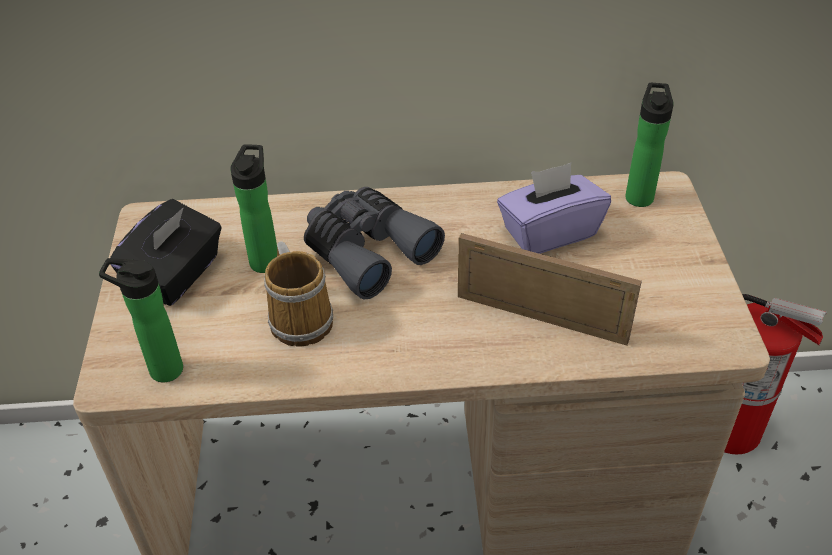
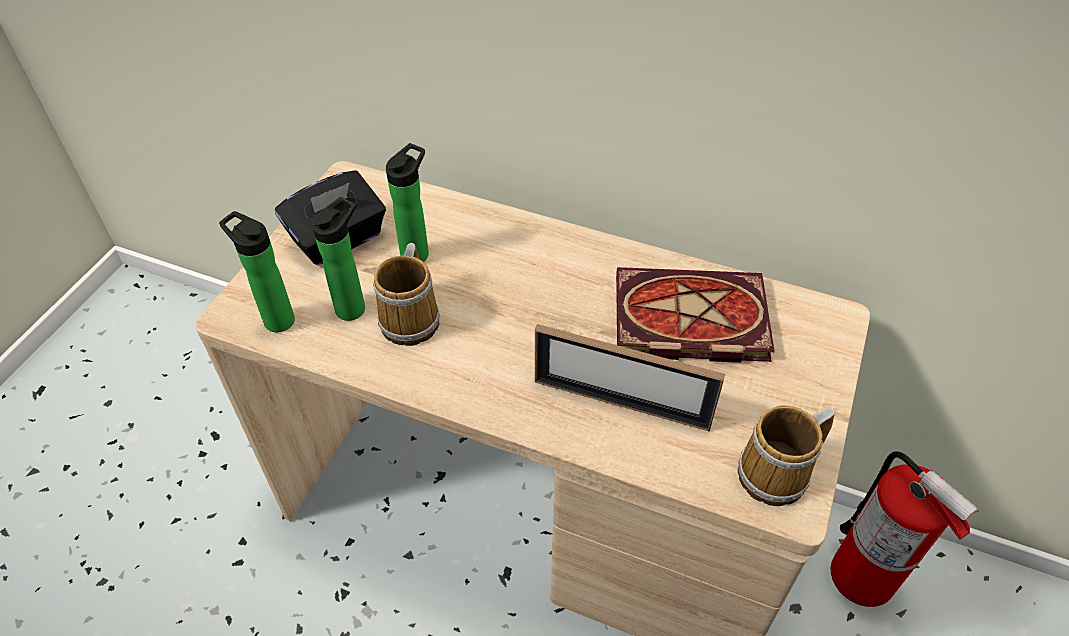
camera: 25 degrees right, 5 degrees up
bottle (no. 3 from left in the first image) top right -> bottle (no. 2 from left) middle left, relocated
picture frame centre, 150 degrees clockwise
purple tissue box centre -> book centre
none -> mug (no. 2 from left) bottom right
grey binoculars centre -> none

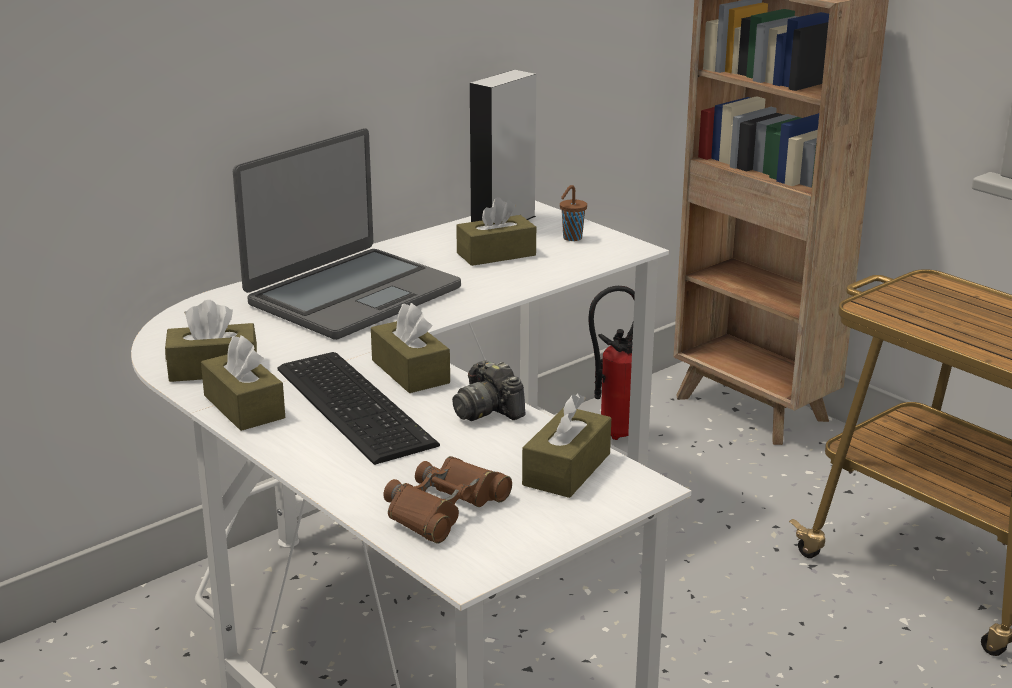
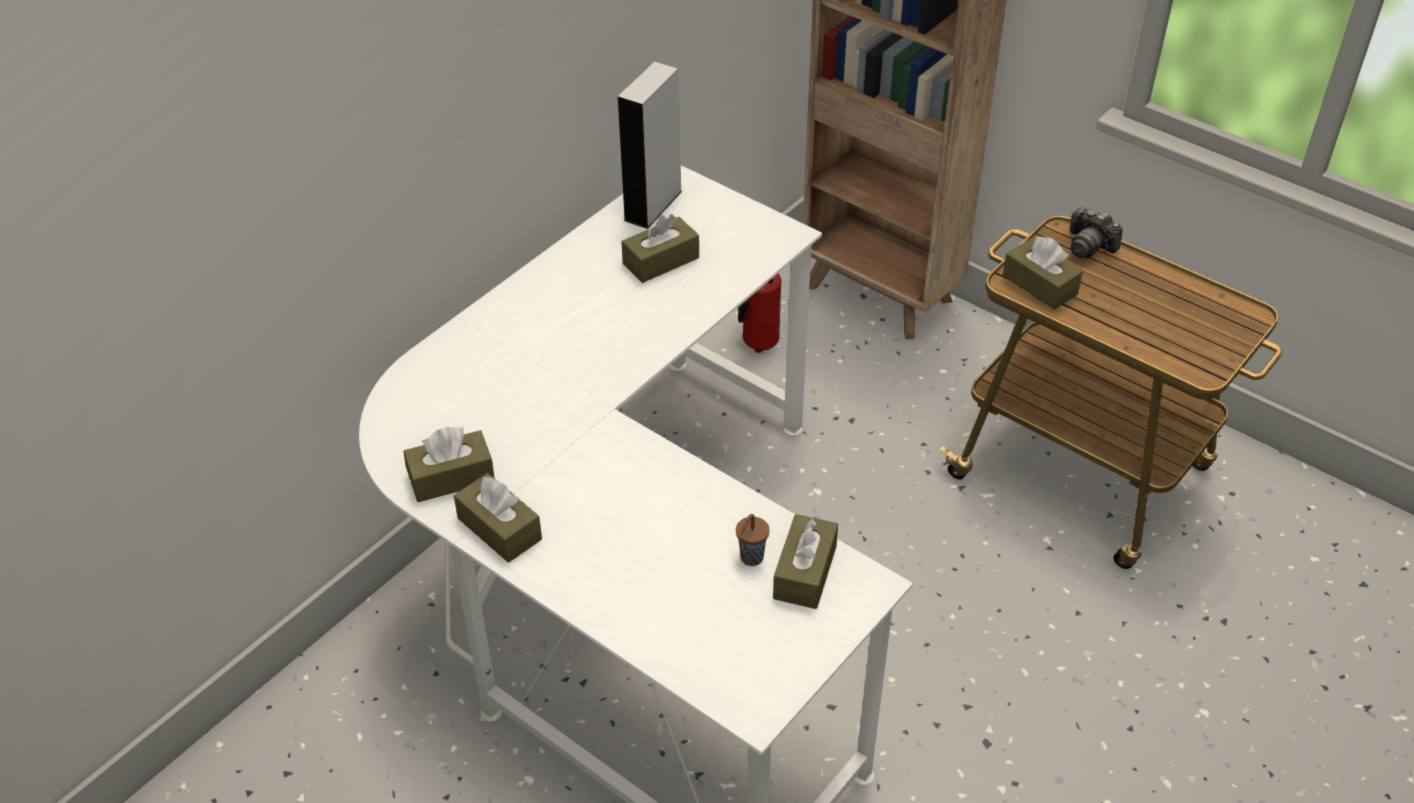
camera: 10 degrees left, 20 degrees up
brown cup top centre -> brown cup bottom centre, relocated
brown tissue box (no. 3 from left in the first image) centre -> brown tissue box (no. 5 from left) middle right, relocated
photo camera centre -> photo camera top right, relocated
laptop centre -> none
keyboard centre -> none
brown binoculars bottom centre -> none

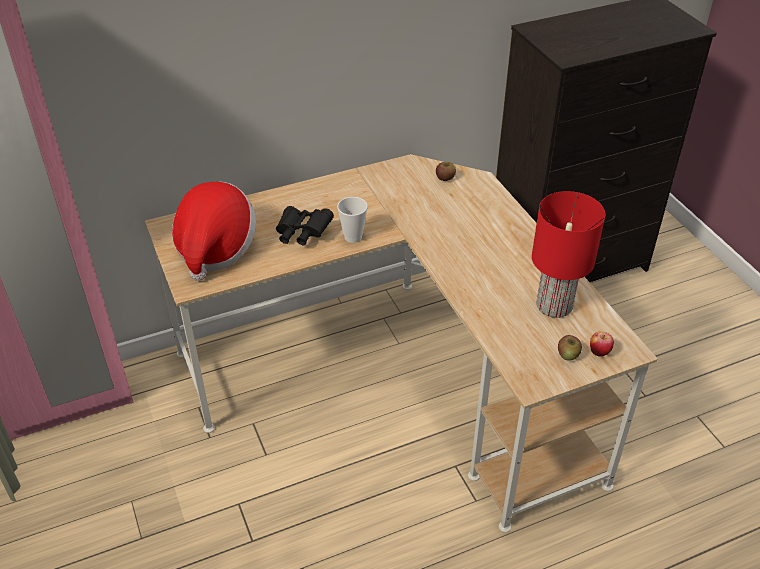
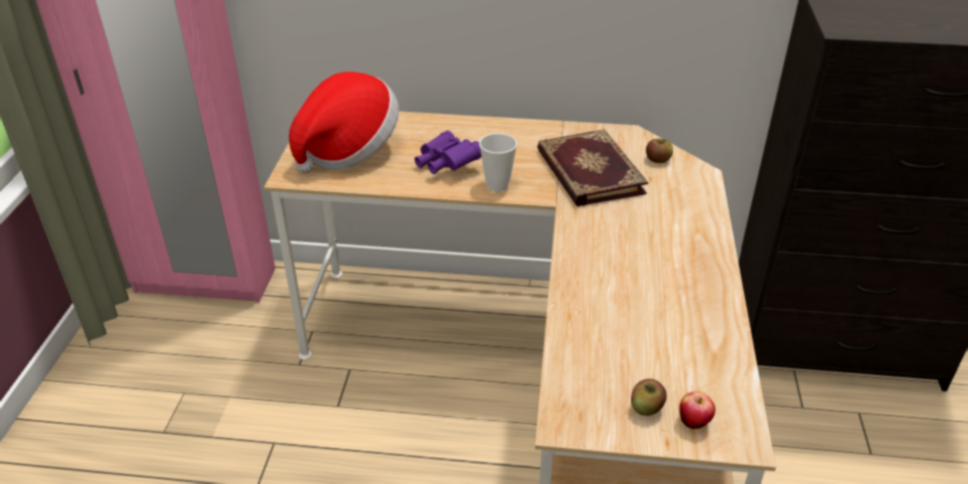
camera: 30 degrees right, 5 degrees down
black binoculars centre -> purple binoculars top centre
none -> book centre
red table lamp middle right -> none

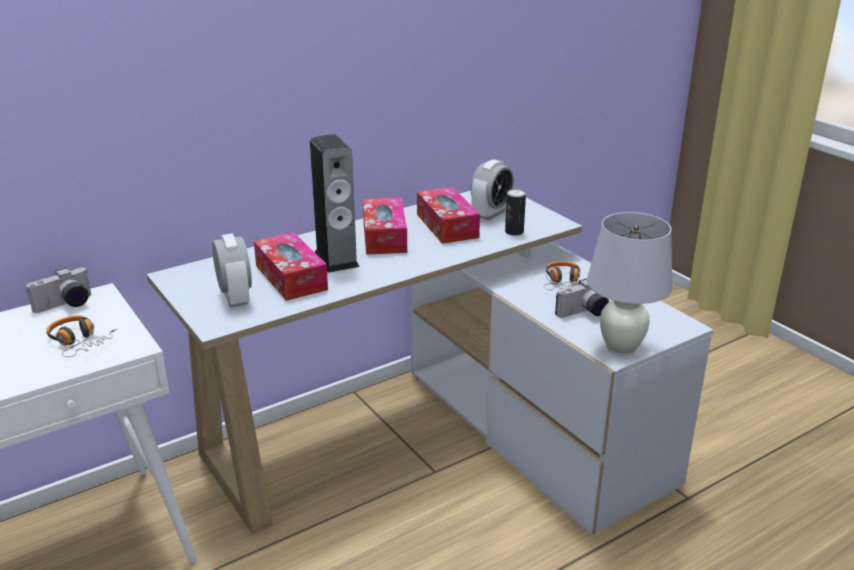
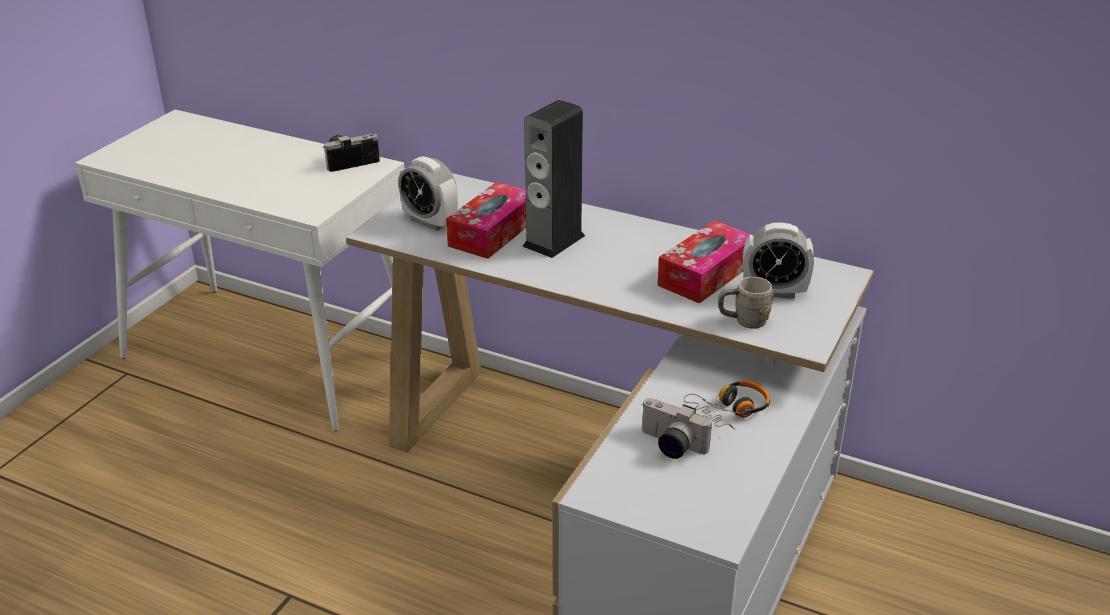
camera: 60 degrees right, 5 degrees up
photo camera (no. 1 from left) middle left -> photo camera (no. 1 from left) top left, 135 degrees clockwise
alarm clock (no. 1 from left) middle left -> alarm clock (no. 1 from left) top centre, 90 degrees clockwise
can centre -> grey mug middle right
headphones (no. 1 from left) middle left -> none
tissue box (no. 2 from left) centre -> none
white table lamp middle right -> none

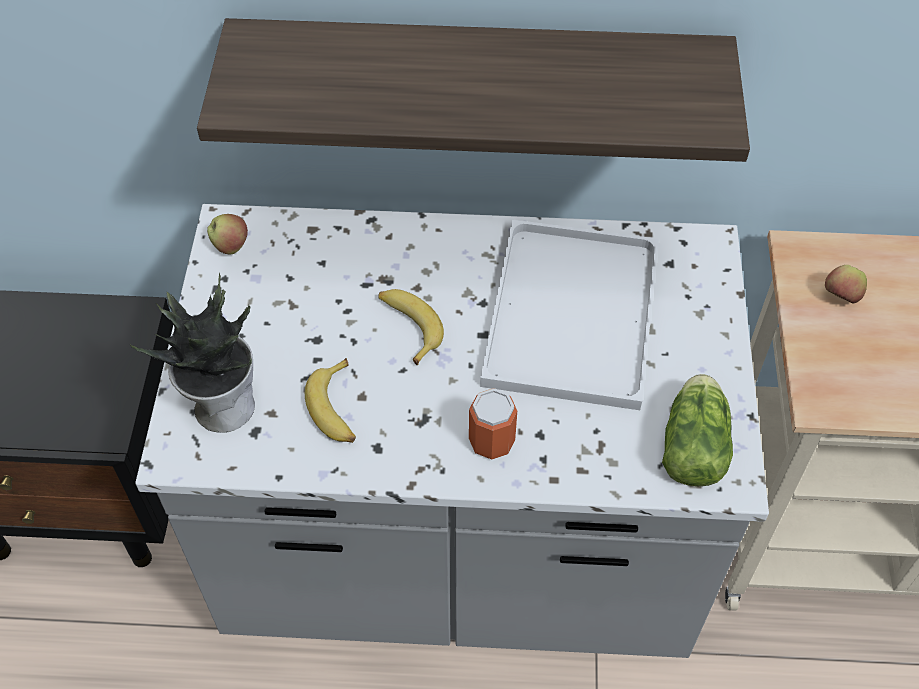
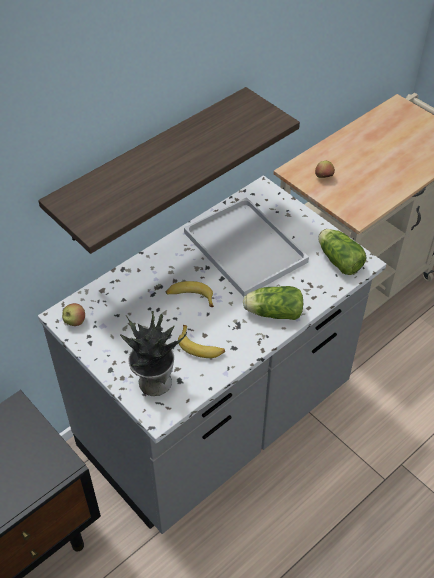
camera: 45 degrees left, 5 degrees down
can centre -> lettuce (no. 1 from left) centre

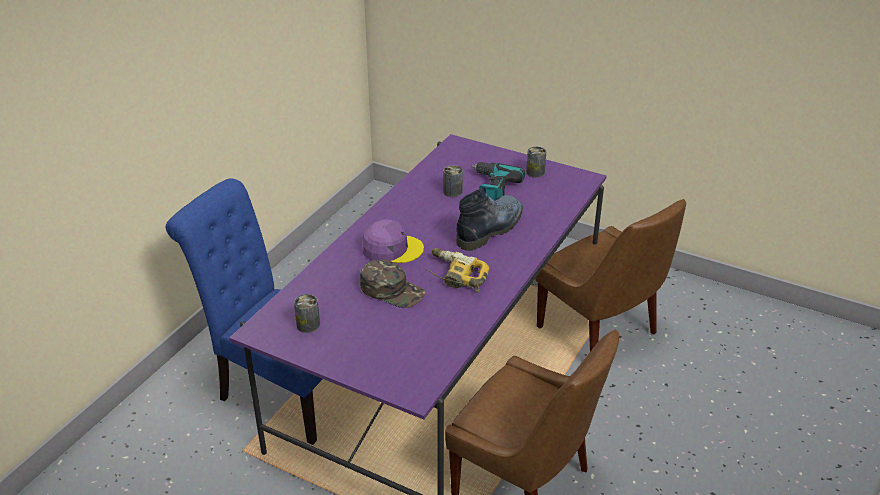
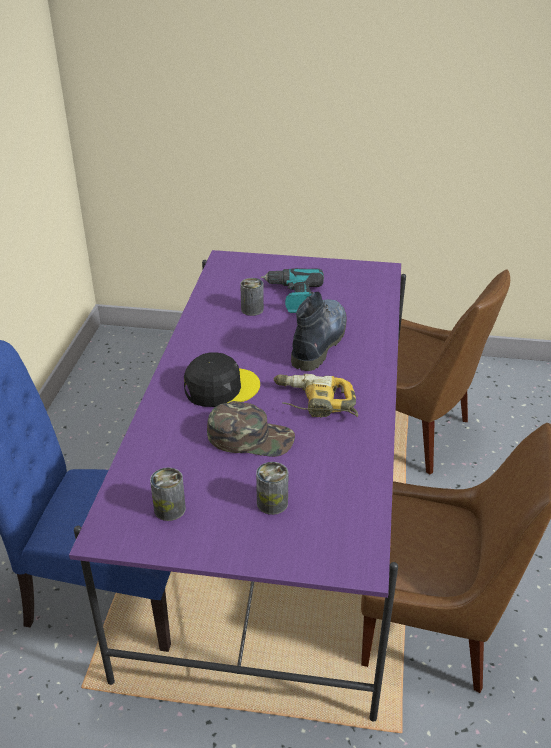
camera: 20 degrees left, 0 degrees up
purple cap centre -> black cap centre
can (no. 3 from left) top centre -> can (no. 3 from left) centre, relocated

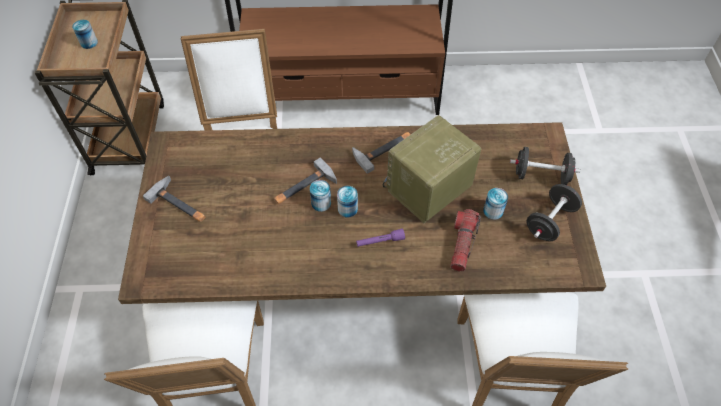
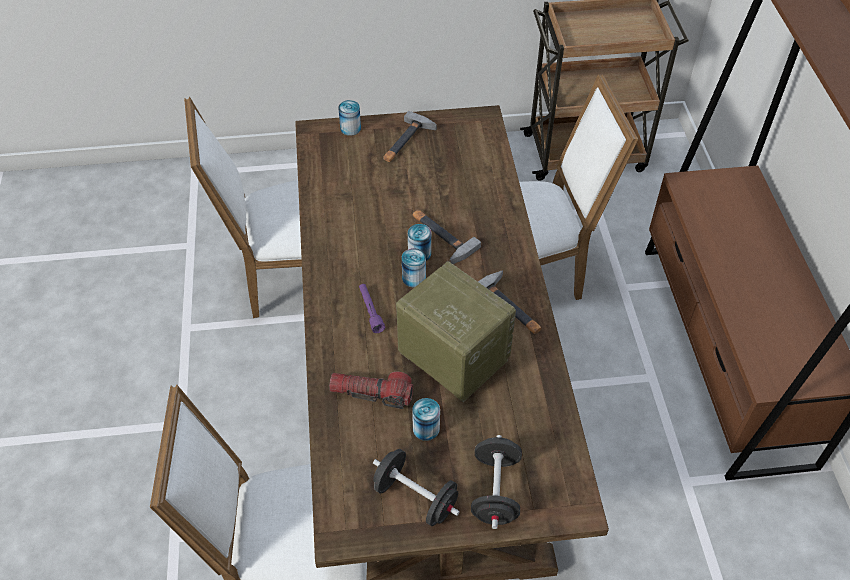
camera: 85 degrees right, 5 degrees down
can (no. 1 from left) top left -> can (no. 1 from left) top centre, relocated

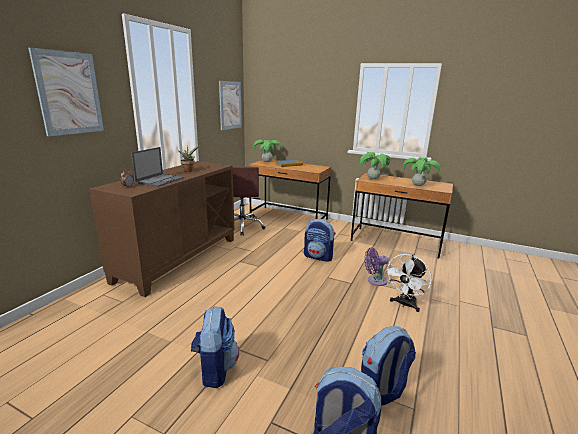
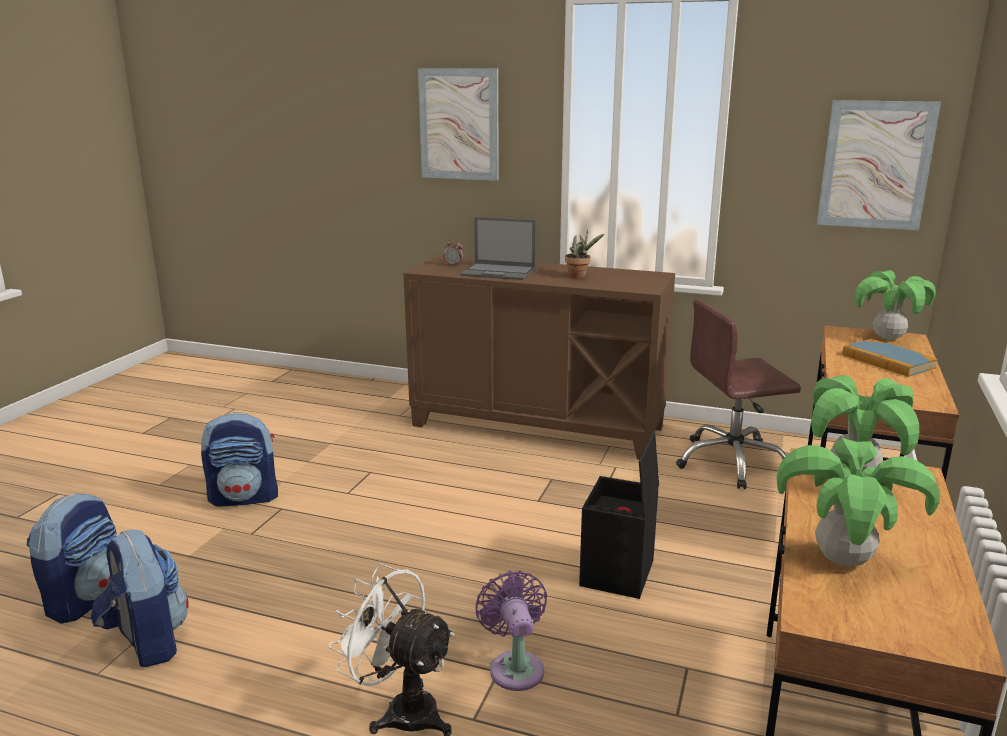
camera: 85 degrees right, 0 degrees up
backpack (no. 2 from left) centre -> black storage box bottom centre

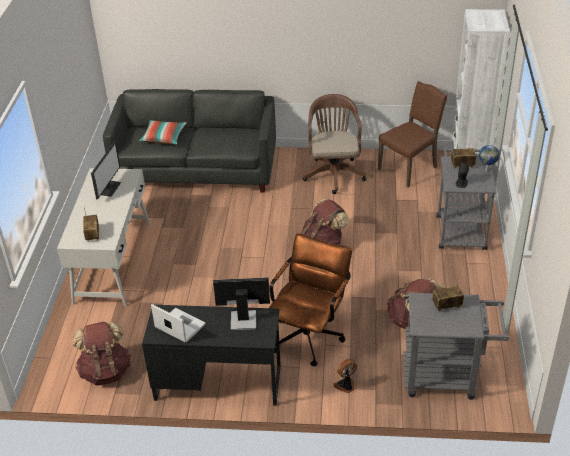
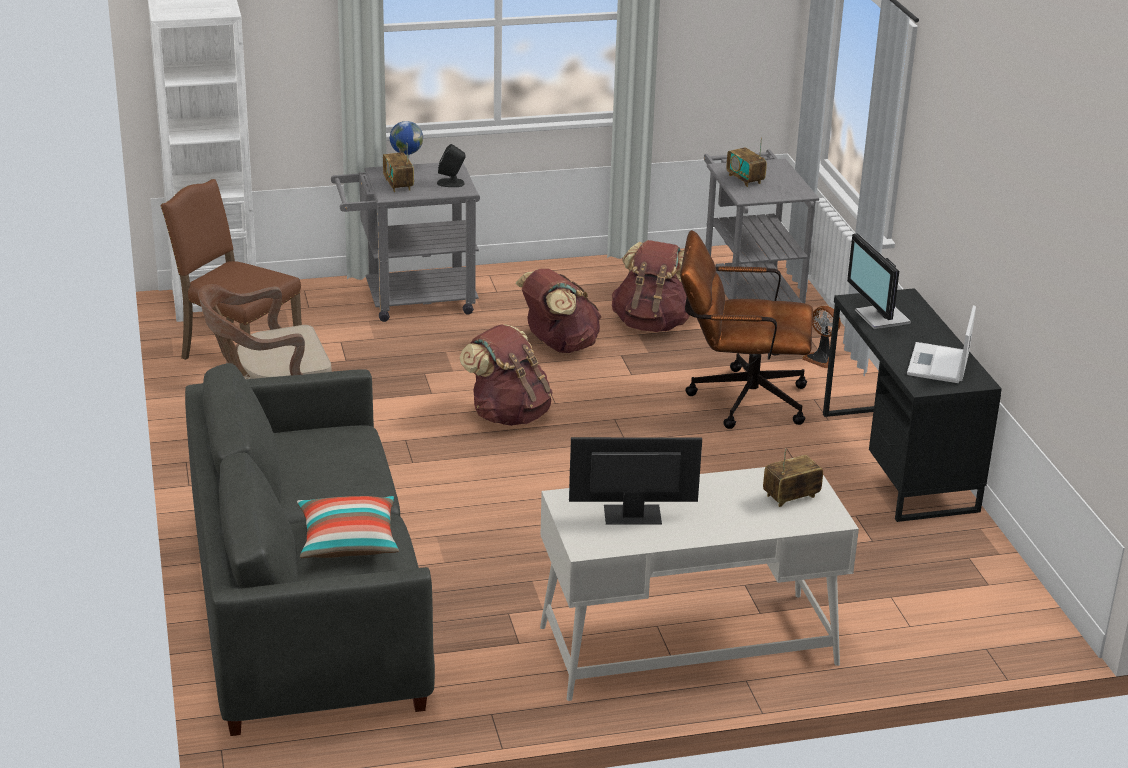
camera: 110 degrees left, 10 degrees down
brown backpack (no. 1 from left in the first image) bottom left -> brown backpack (no. 2 from left) centre, relocated

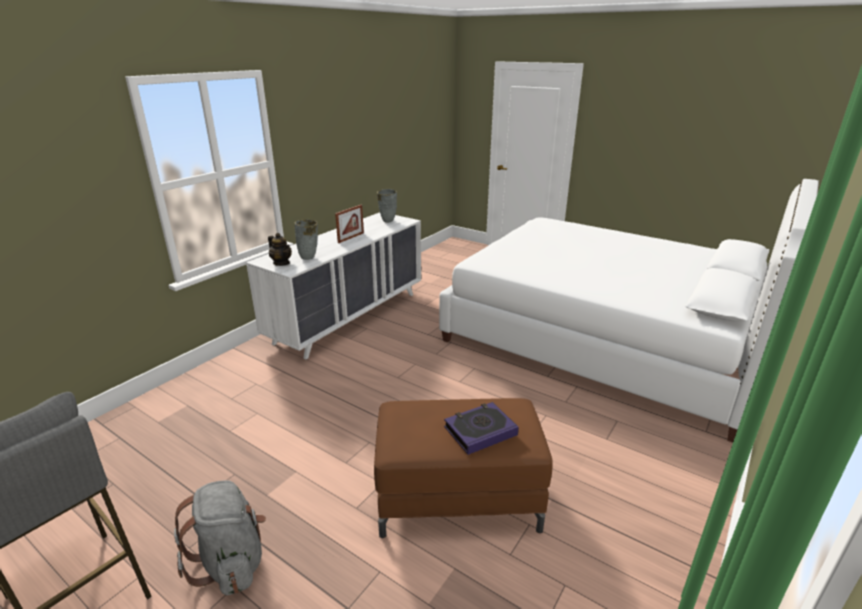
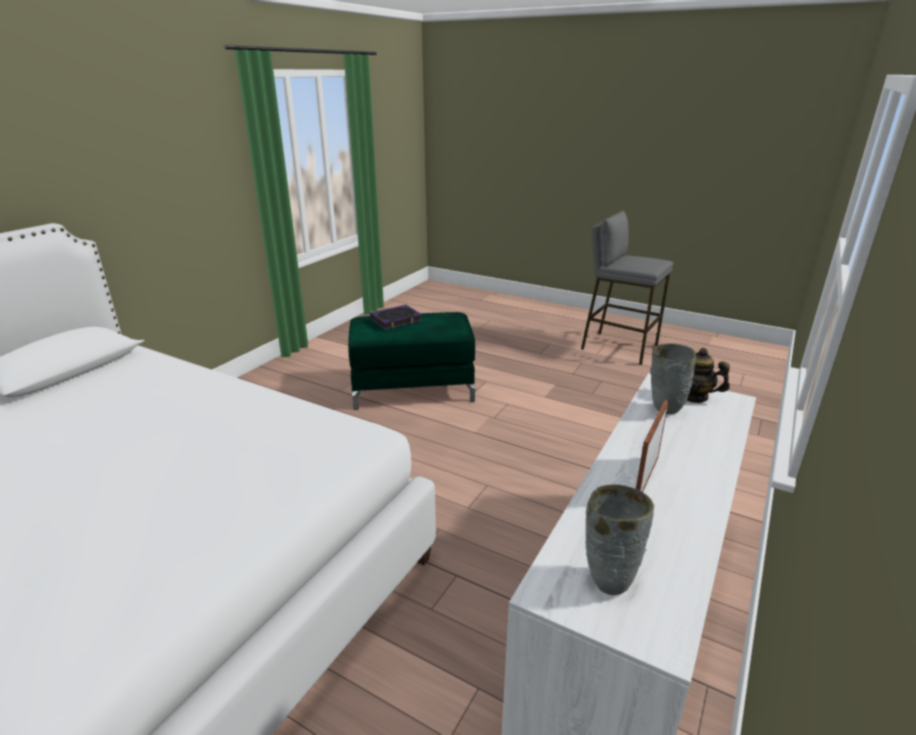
camera: 175 degrees right, 0 degrees up
brown ottoman bottom centre -> green ottoman centre
grey backpack bottom left -> none

